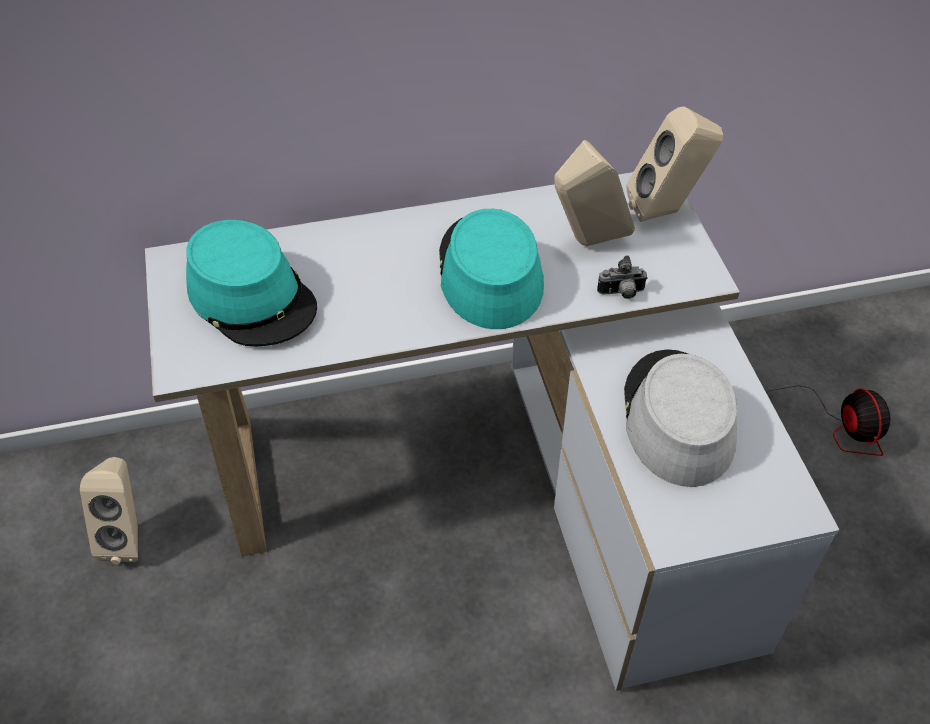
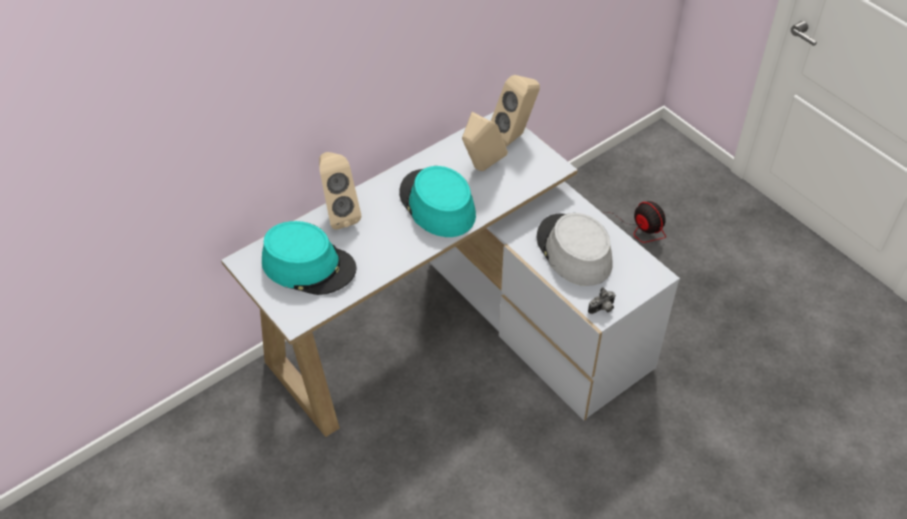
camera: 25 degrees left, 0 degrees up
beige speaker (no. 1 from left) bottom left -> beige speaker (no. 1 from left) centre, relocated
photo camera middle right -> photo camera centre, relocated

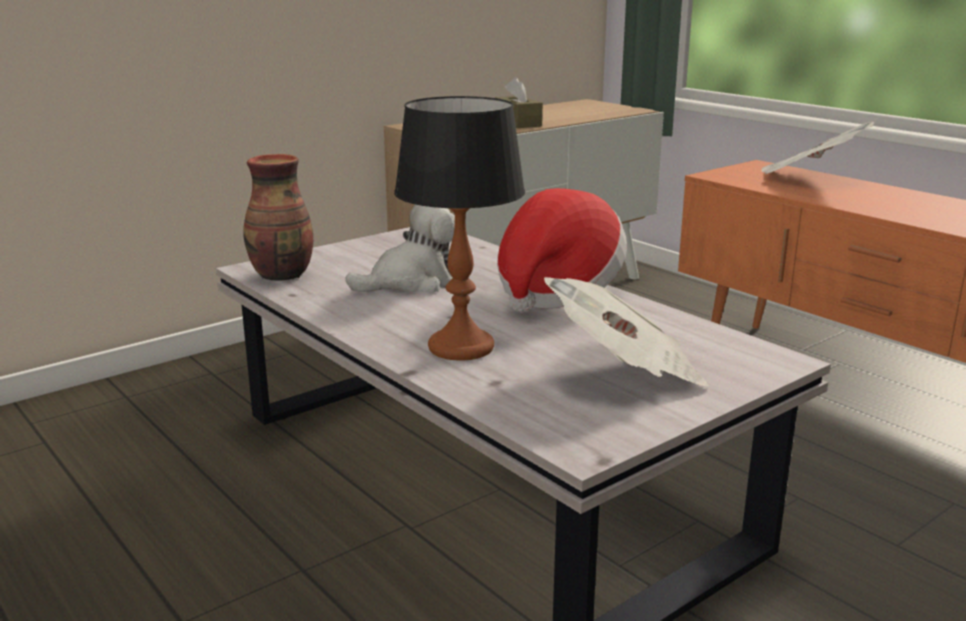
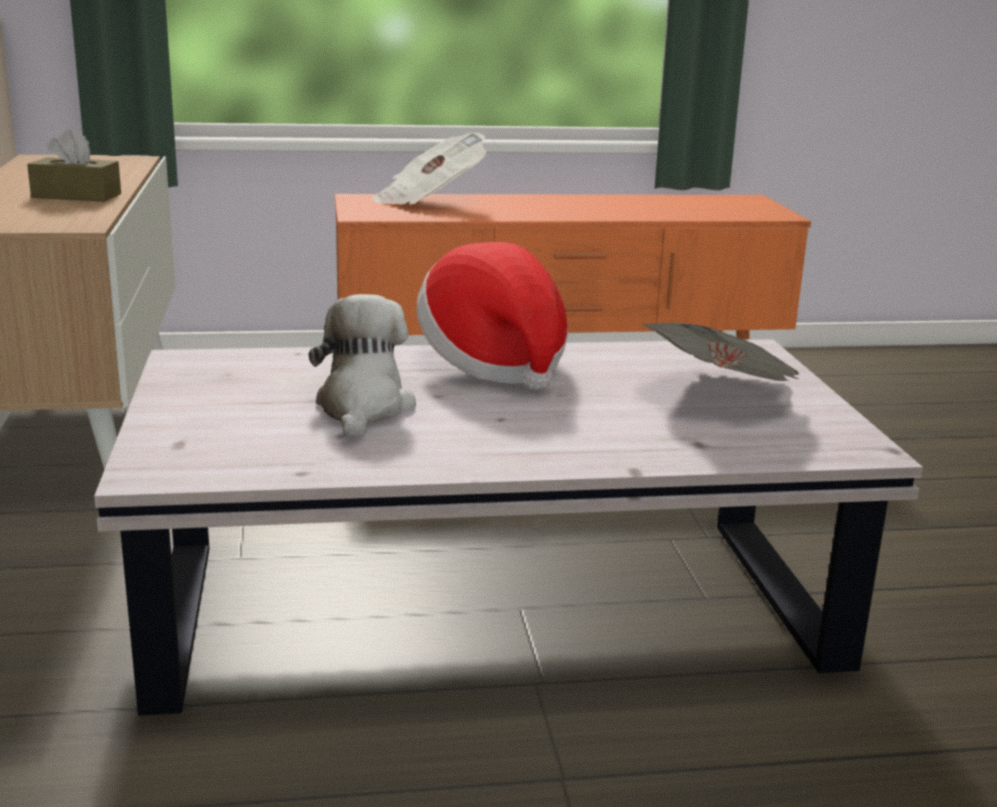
camera: 60 degrees left, 0 degrees up
vase middle left -> none
table lamp centre -> none

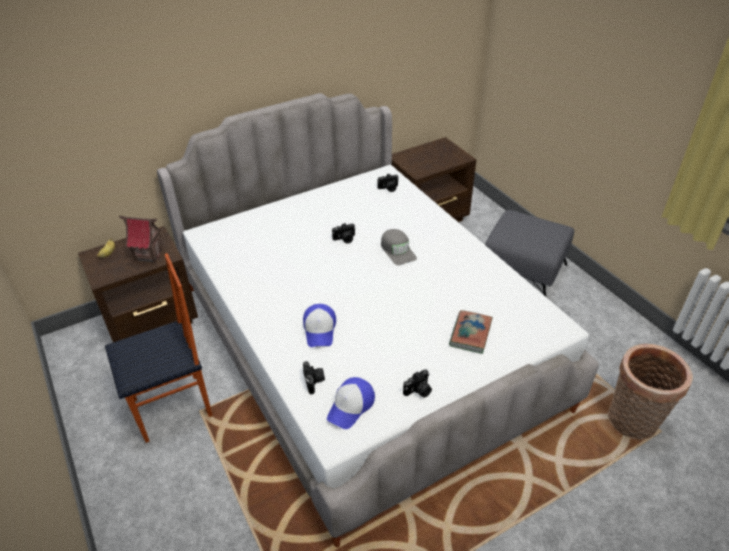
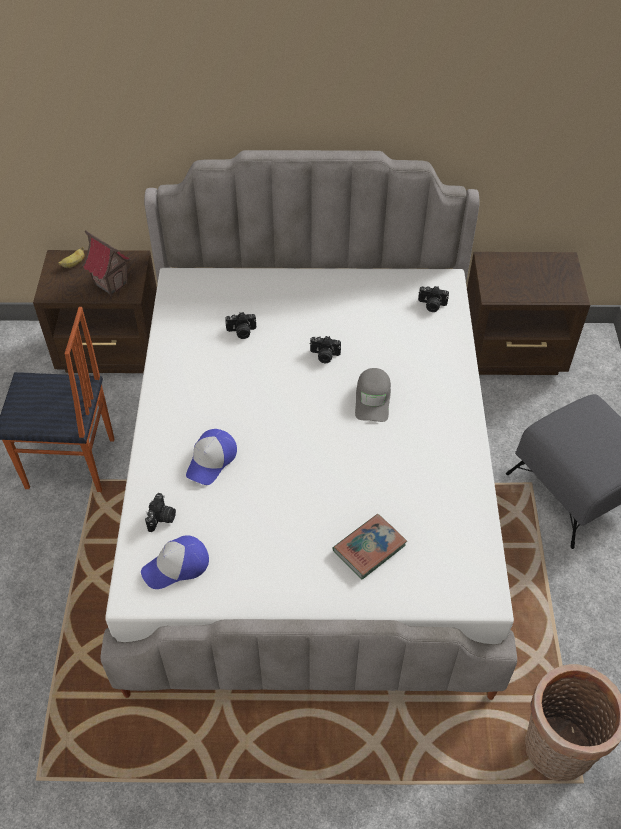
camera: 30 degrees right, 10 degrees up
photo camera (no. 4 from left in the first image) bottom centre -> photo camera (no. 2 from left) centre, relocated

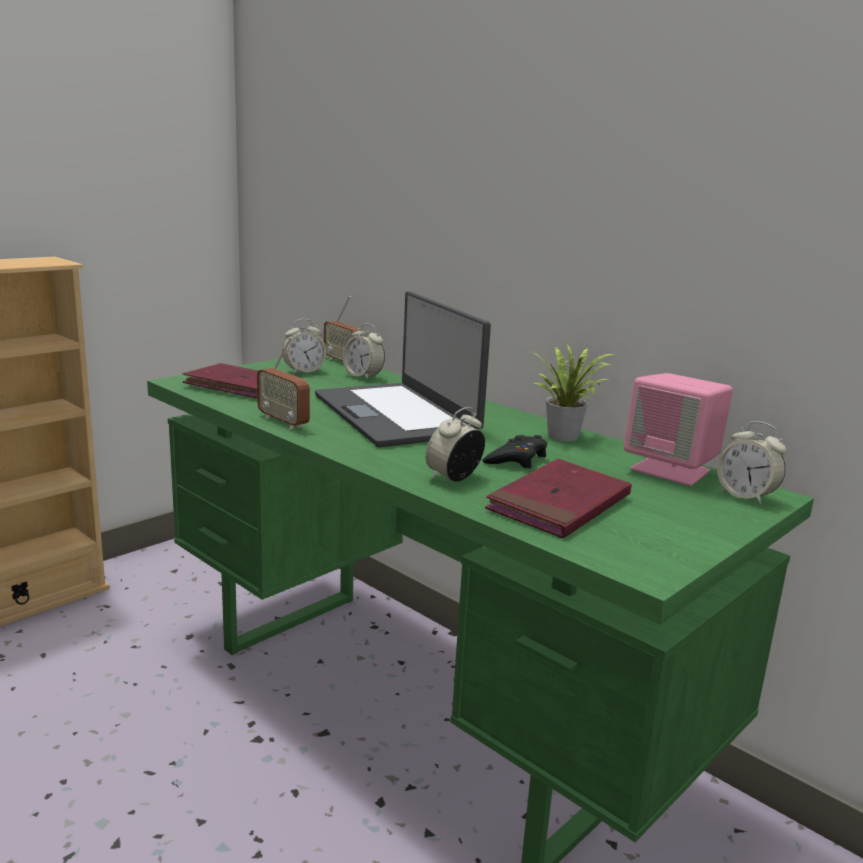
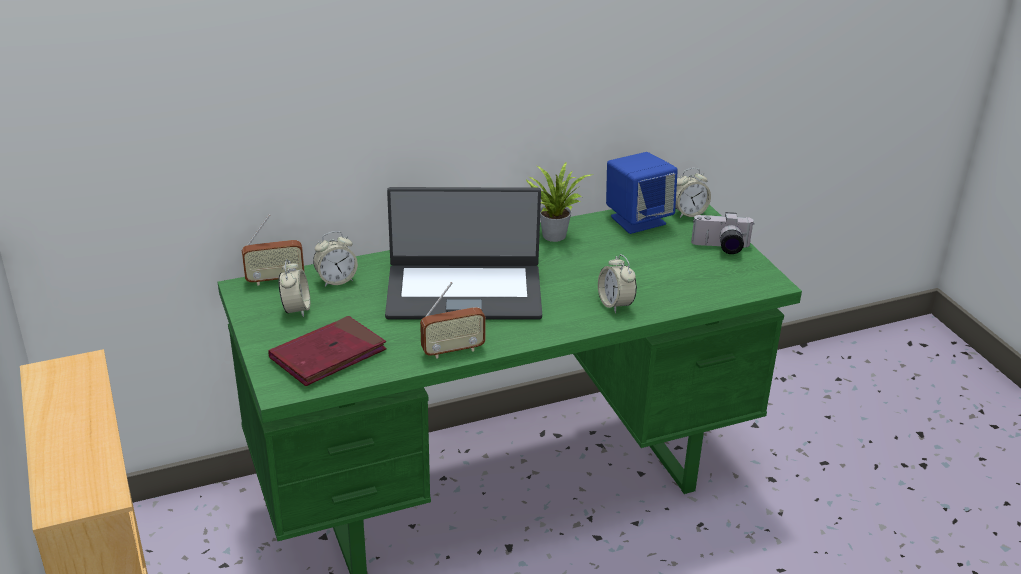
camera: 65 degrees left, 15 degrees up
pink speaker middle right -> blue speaker centre
none -> photo camera middle right
black game controller centre -> none
red book (no. 2 from left) centre -> none

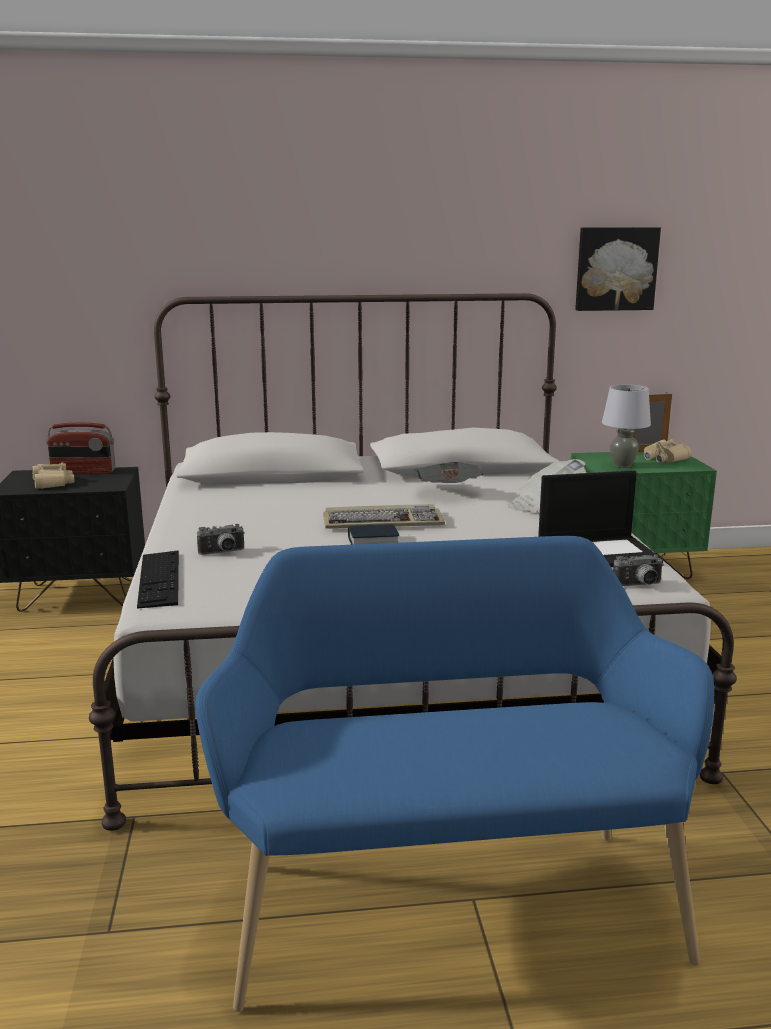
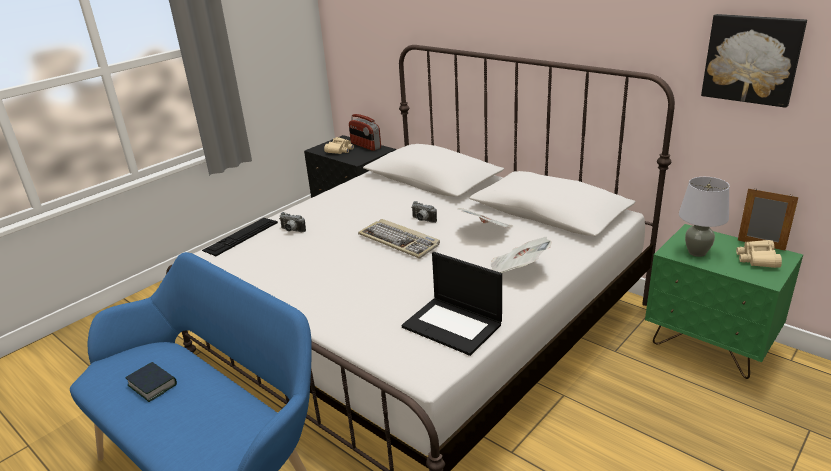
camera: 50 degrees right, 10 degrees up
book centre -> book bottom left, relocated
photo camera (no. 2 from left) middle right -> photo camera (no. 2 from left) centre, relocated

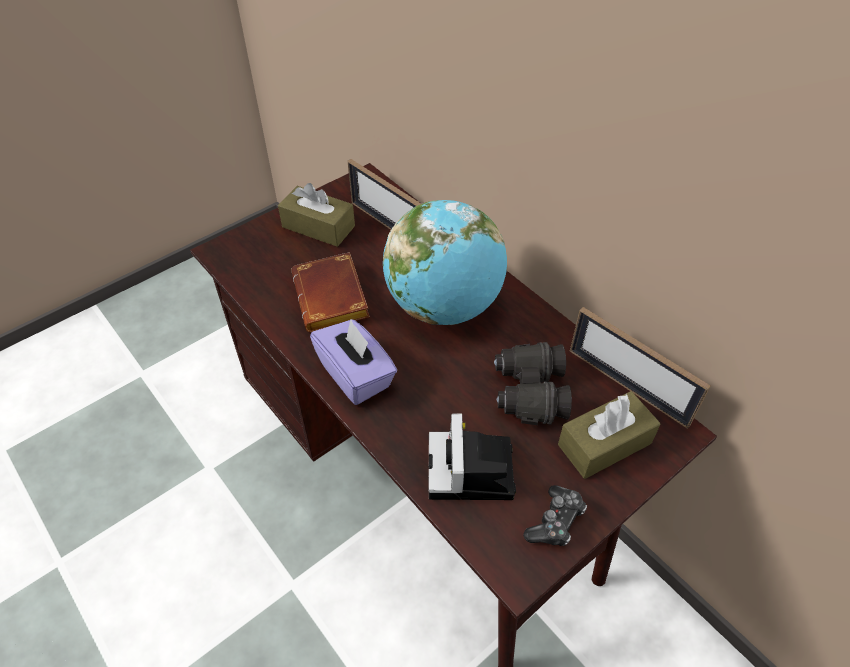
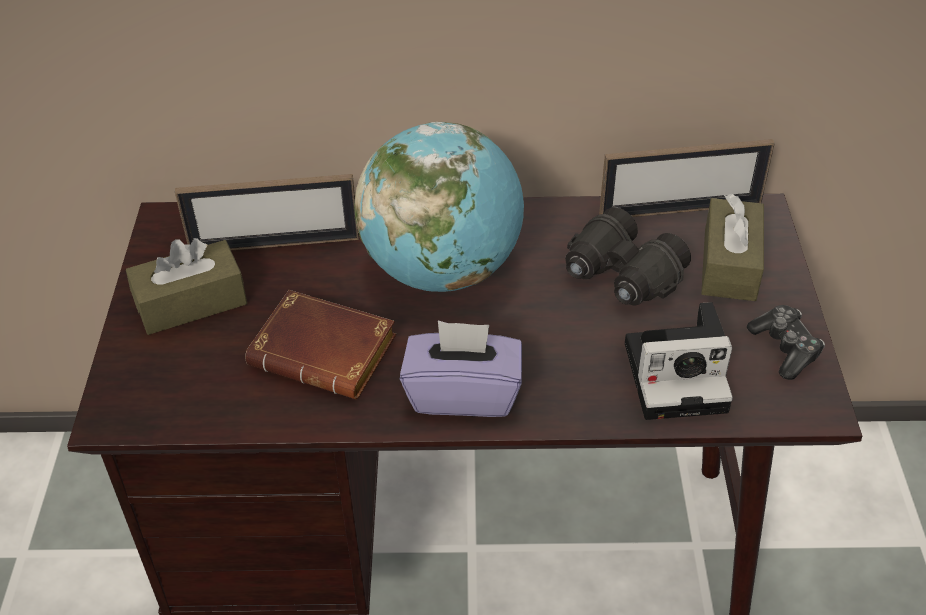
camera: 50 degrees left, 5 degrees down
photo camera bottom centre -> photo camera middle right, 45 degrees counterclockwise

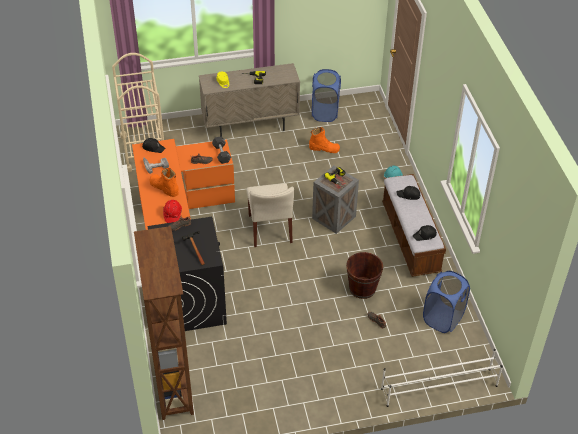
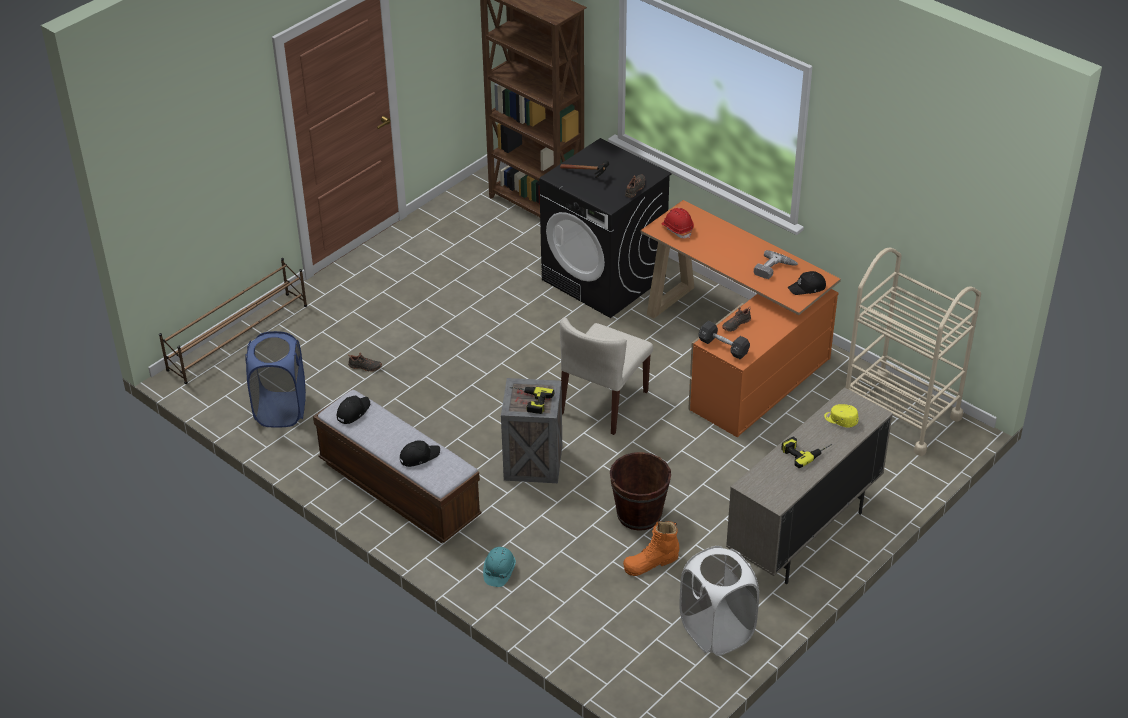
camera: 145 degrees right, 5 degrees down
white shoe rack bottom right -> brown shoe rack middle left
beige chair centre, 105 degrees counterclockwise
brown bucket centre -> brown bucket bottom centre, relocated
blue laundry basket (no. 1 from left) top centre -> white laundry basket bottom centre
orange boot (no. 1 from left) middle left -> none

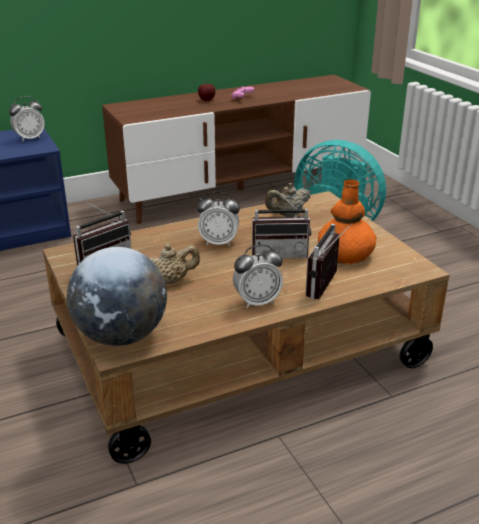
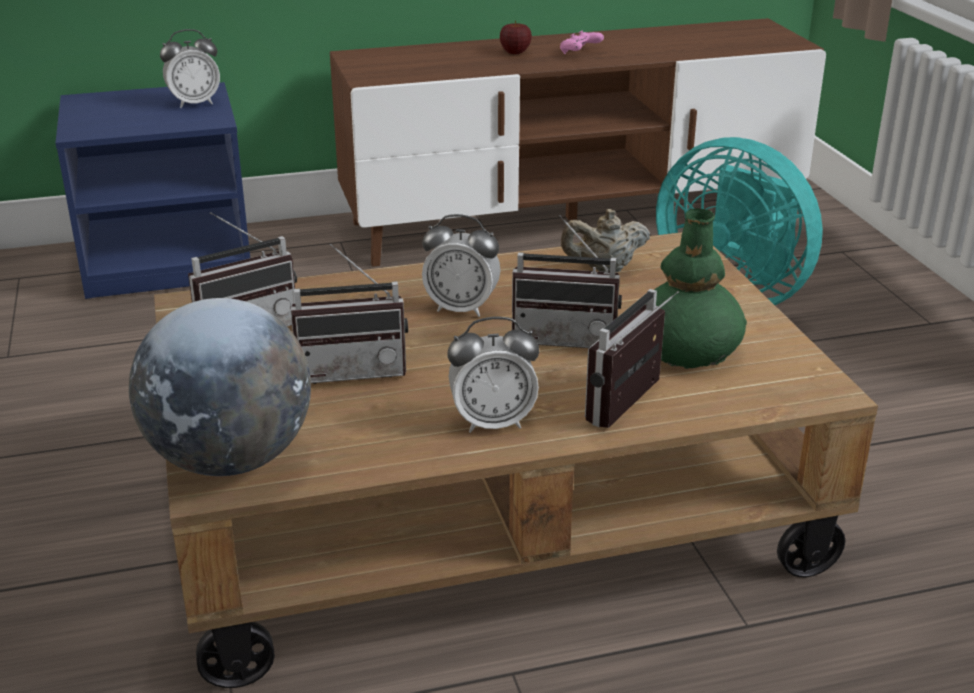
camera: 10 degrees right, 0 degrees up
beige teapot (no. 1 from left) centre -> radio (no. 2 from left) centre
orange vase middle right -> green vase middle right

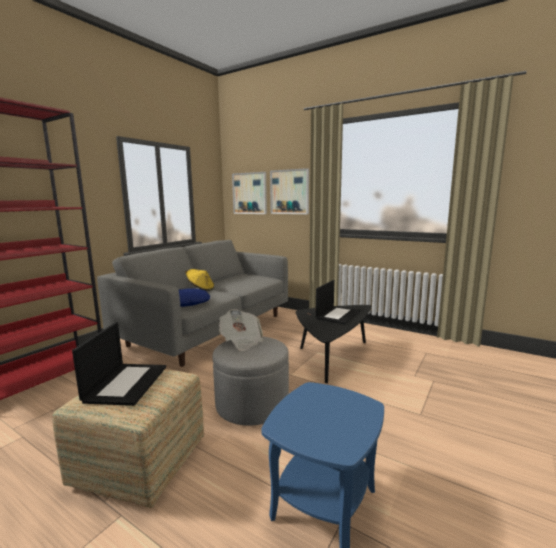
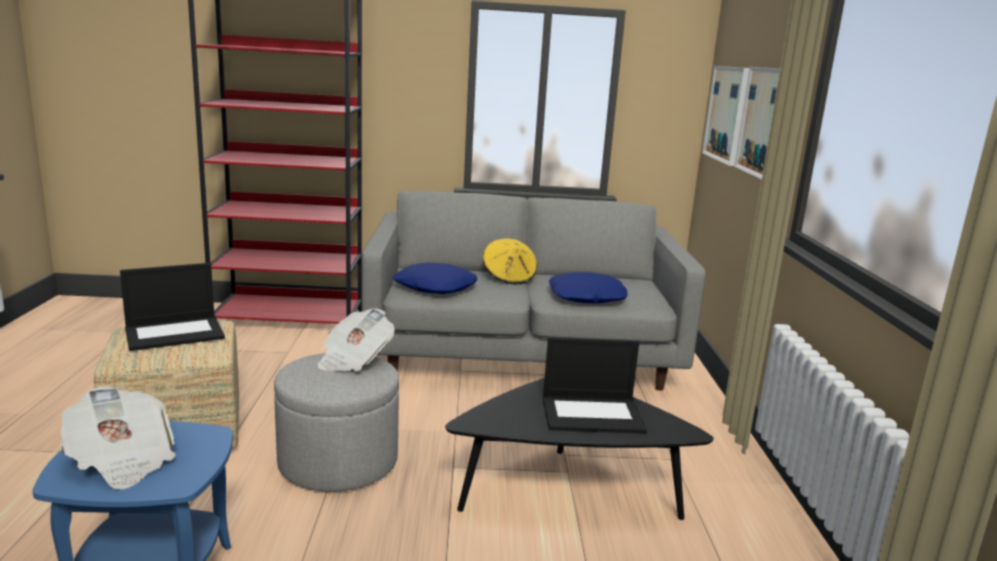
camera: 55 degrees right, 5 degrees up
none -> newspaper (no. 1 from left) bottom left
none -> blue pillow (no. 2 from left) centre

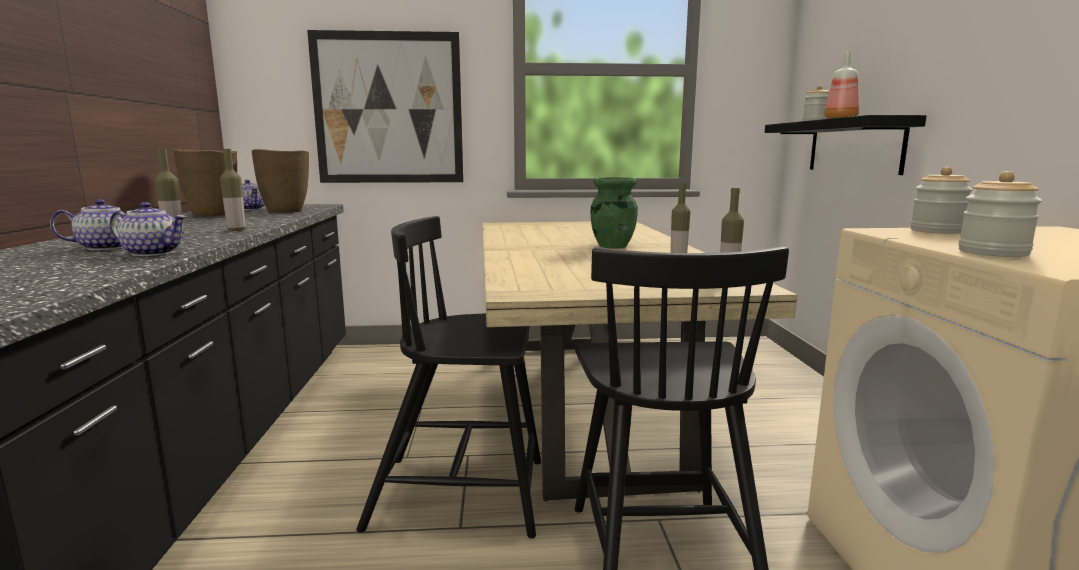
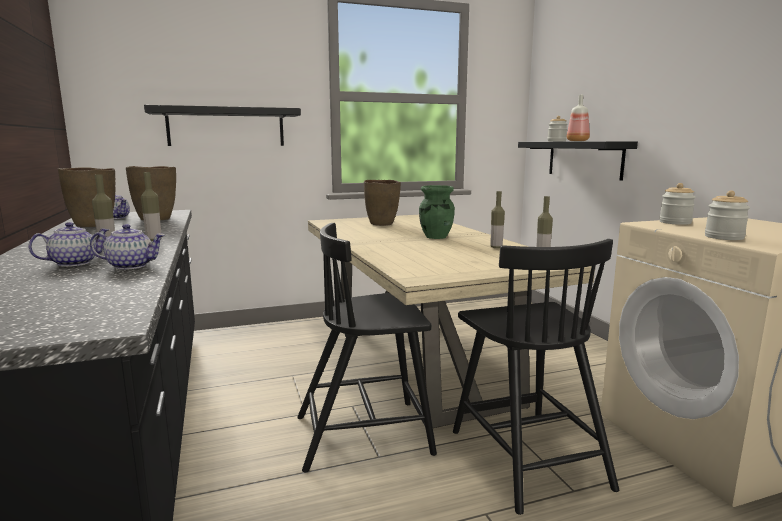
camera: 15 degrees left, 0 degrees up
picture top centre -> black shelf (no. 1 from left) top left
none -> brown vase (no. 3 from left) centre

